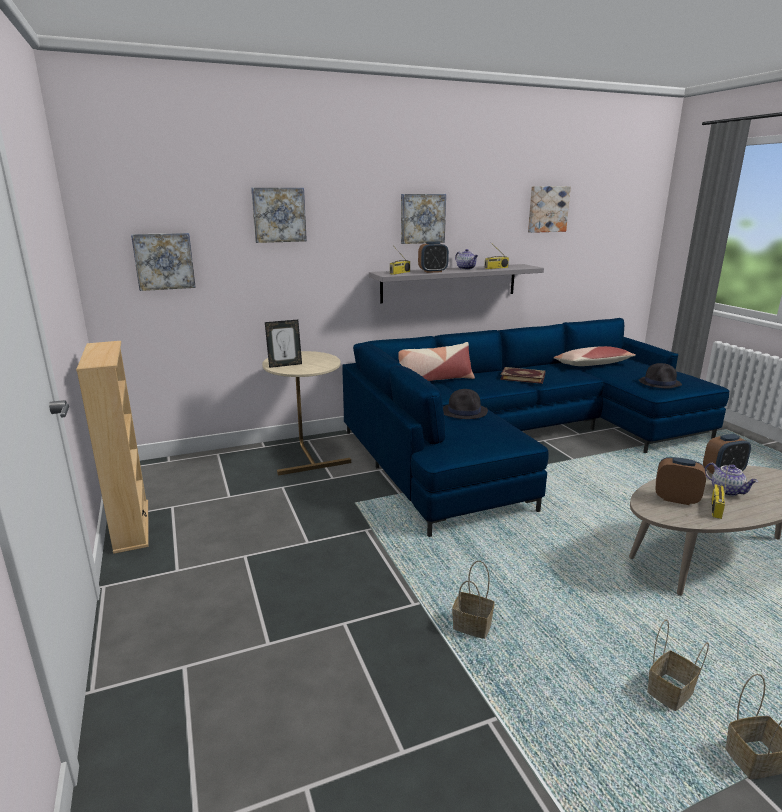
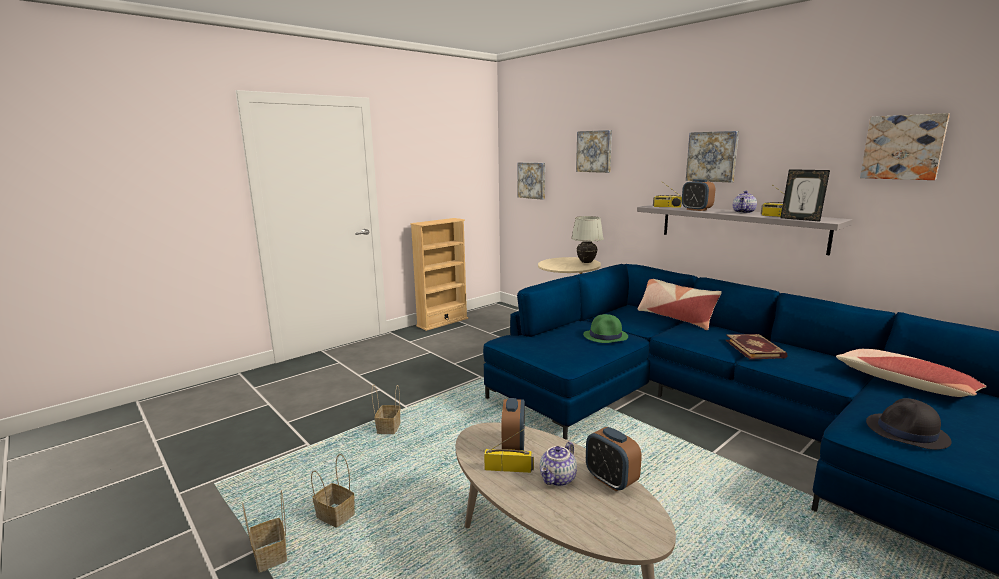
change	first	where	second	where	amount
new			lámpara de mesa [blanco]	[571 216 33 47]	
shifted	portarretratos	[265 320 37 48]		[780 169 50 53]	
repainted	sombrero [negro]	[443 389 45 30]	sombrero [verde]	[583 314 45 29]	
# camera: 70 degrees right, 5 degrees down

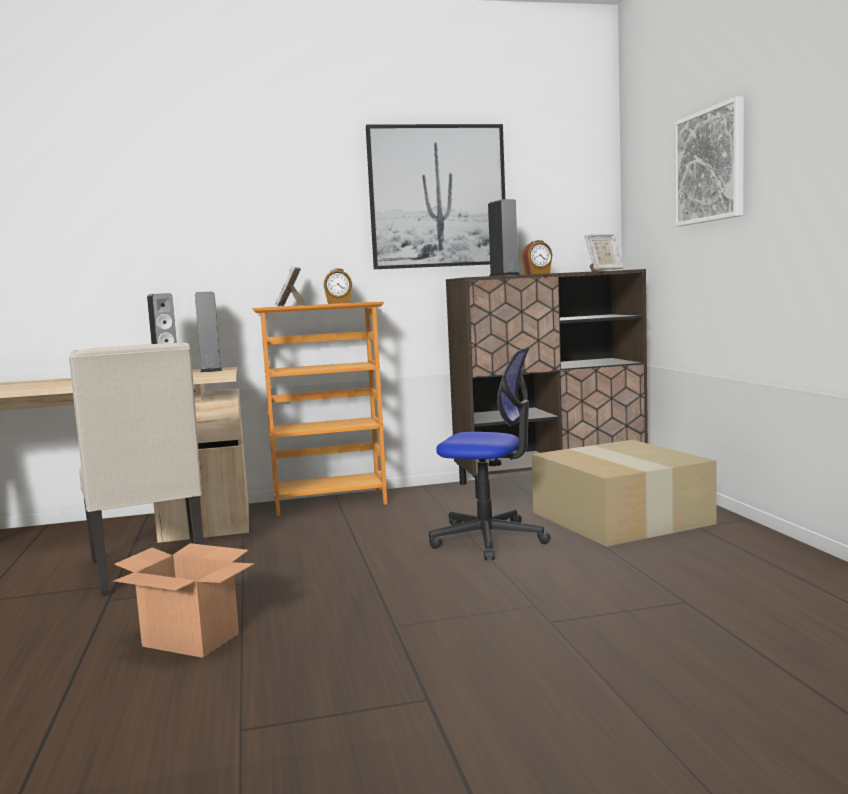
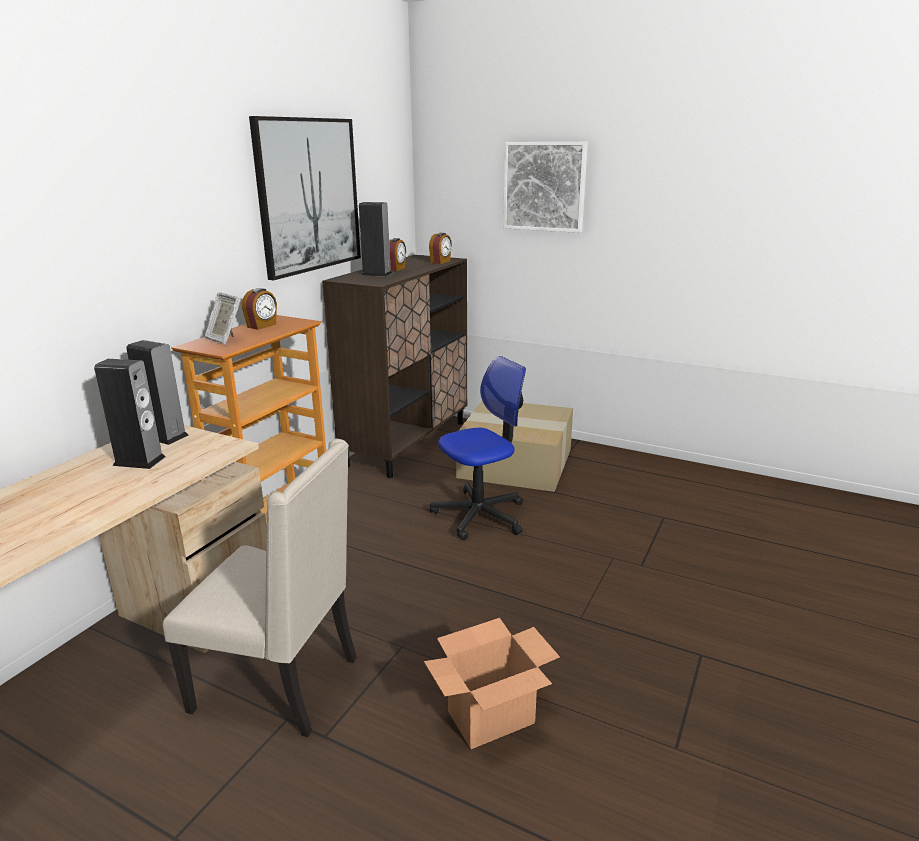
change	first	where	second	where	amount
swapped	portarretratos	[585 234 38 38]	despertador	[429 233 23 31]	
# camera: 50 degrees left, 15 degrees up

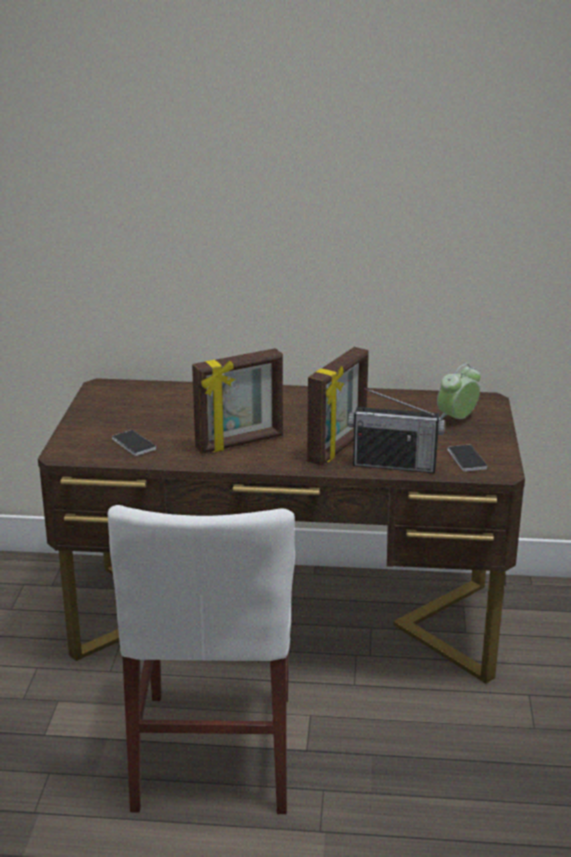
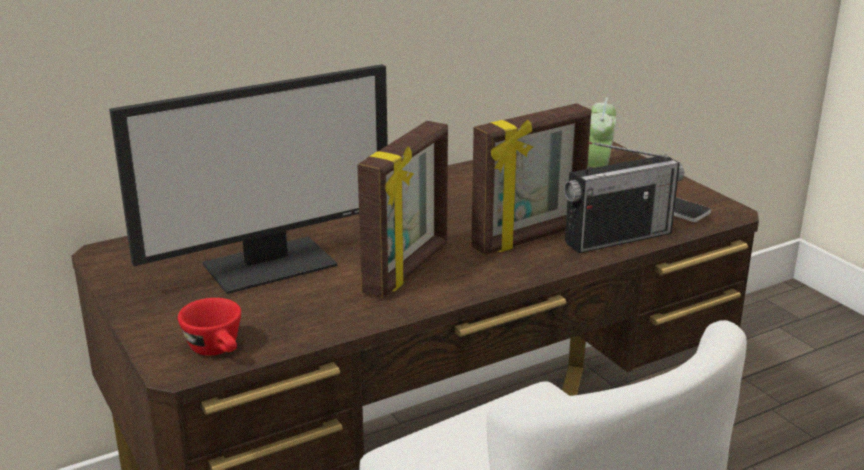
change	first	where	second	where	amount
gone	móvil	[112 430 44 26]			
new			monitor	[109 64 279 230]	
new			taza [rojo]	[178 298 63 58]	
rotated	portarretratos	[307 347 62 119]		[471 103 120 152]	60 degrees clockwise
# camera: 35 degrees left, 0 degrees up

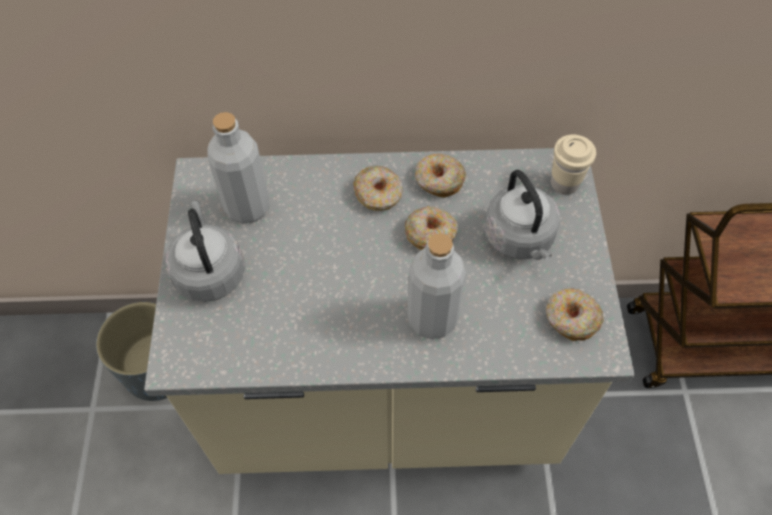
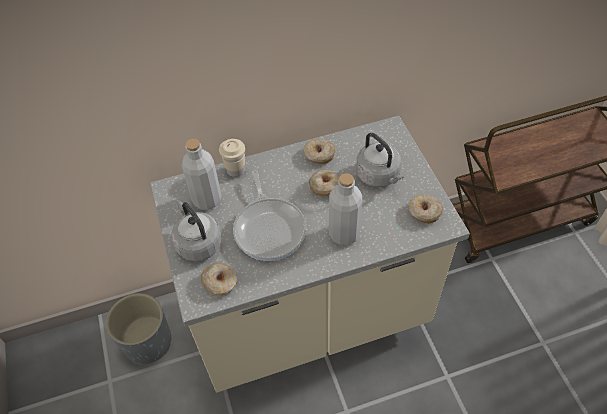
change	first	where	second	where	amount
new			sartén	[233 170 73 91]	
shifted	rosquilla	[353 166 50 45]		[201 263 36 33]	
shifted	taza [beis]	[551 134 45 61]		[219 139 26 38]	
# camera: 15 degrees left, 5 degrees down

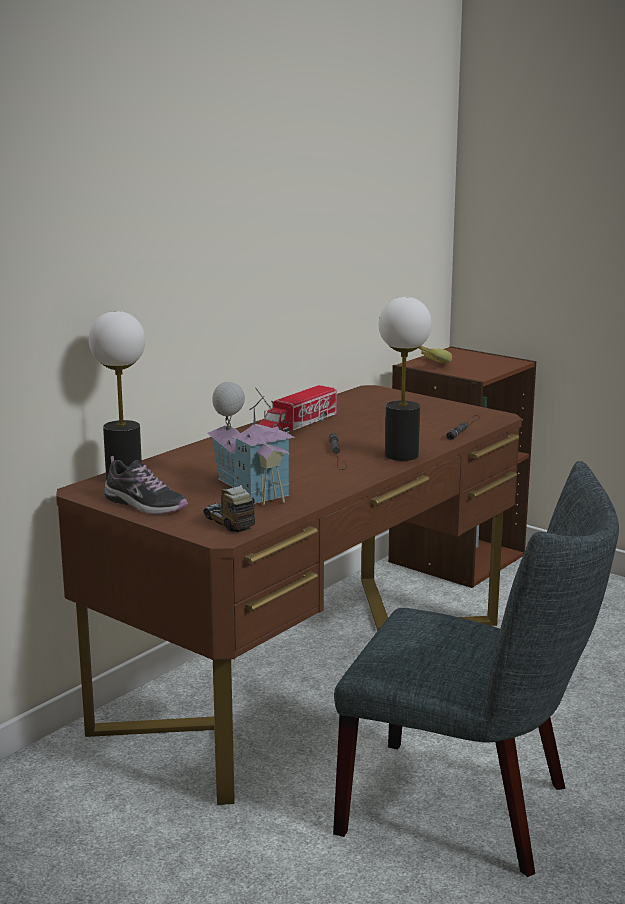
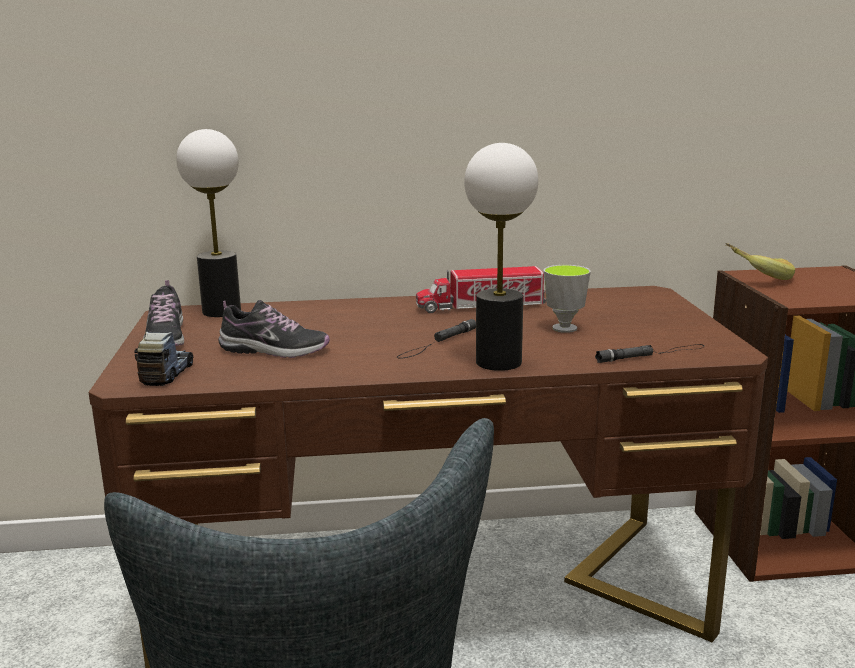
change	first	where	second	where	amount
new			taza	[544 265 47 68]	
swapped	casita	[207 382 87 123]	zapato	[219 300 111 58]	
# camera: 45 degrees right, 0 degrees up

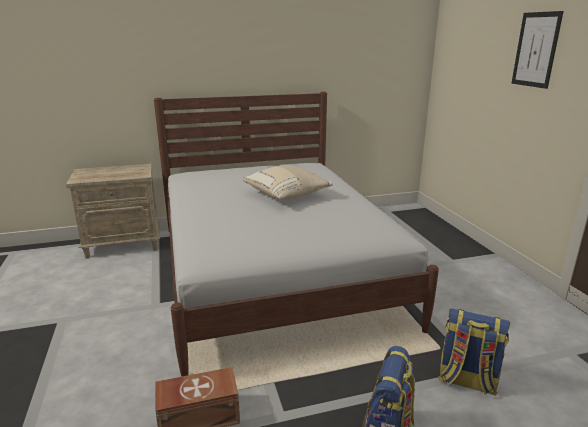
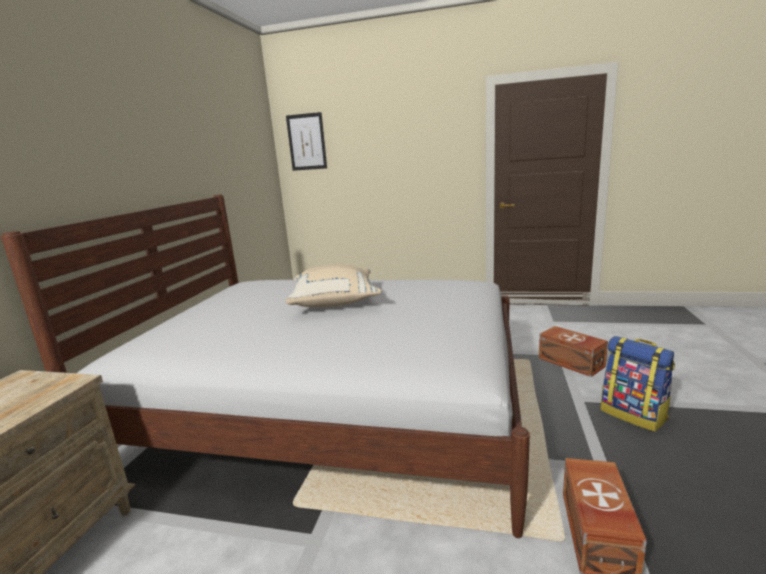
change	first	where	second	where	amount
shifted	cuadro	[511 11 53 78]		[286 112 41 59]	
swapped	mochila	[438 308 72 88]	caja de almacenaje [marrón]	[539 326 69 51]	
# camera: 60 degrees left, 5 degrees down

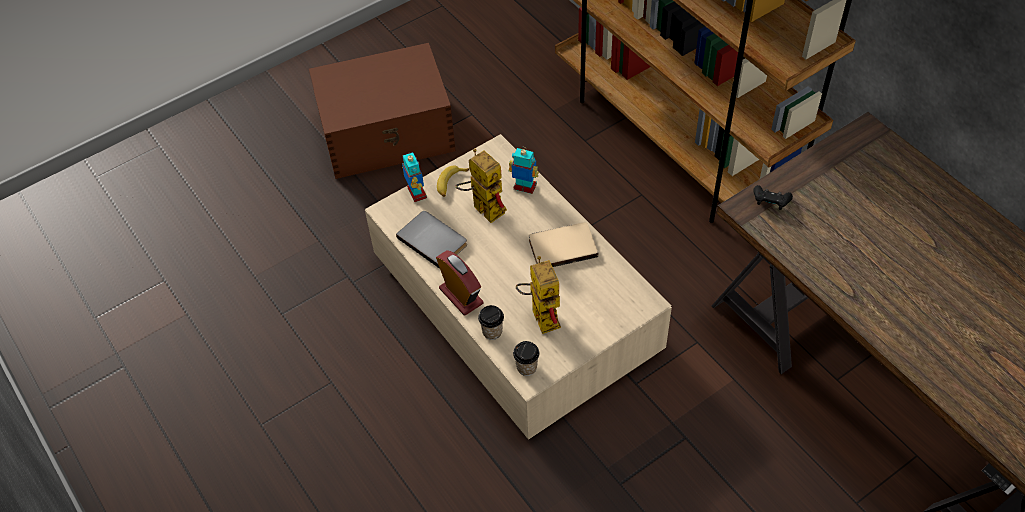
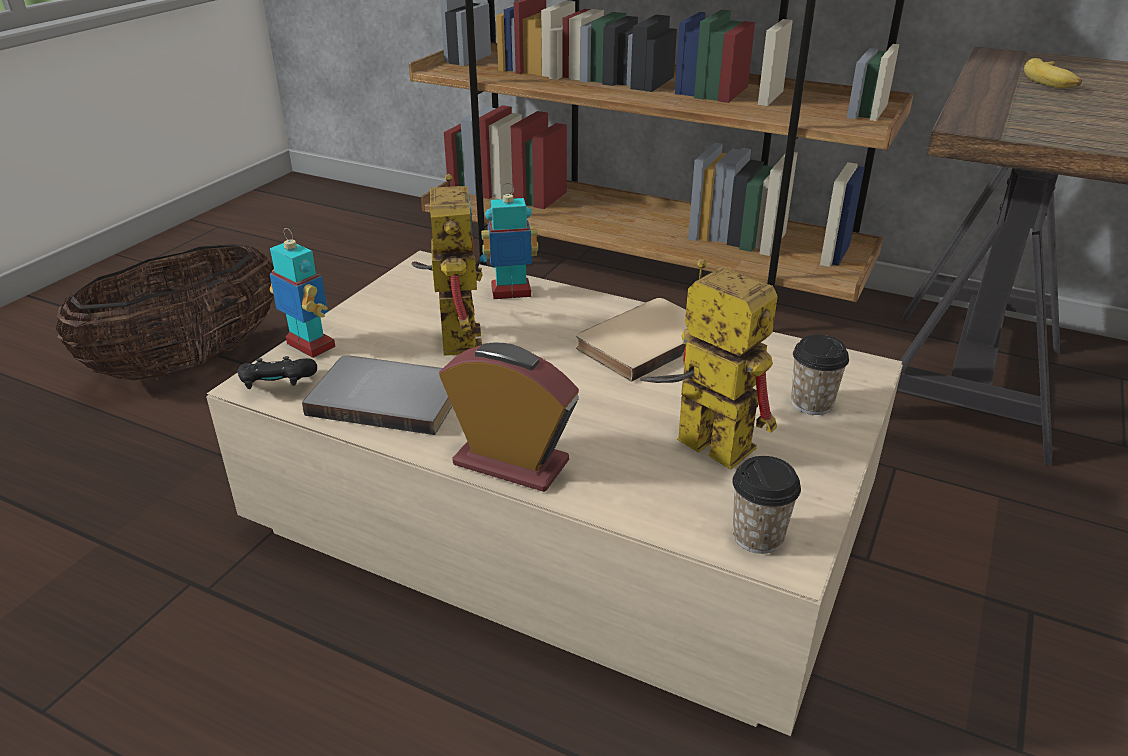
change	first	where	second	where	amount
shifted	plátano	[437 165 32 32]		[1024 58 58 30]	
shifted	taza	[478 305 26 35]		[791 335 58 80]	
shifted	mando de consola [negro]	[753 185 40 25]		[238 356 79 33]	
swapped	caja de almacenaje [marrón]	[308 43 148 136]	cesta	[56 244 218 136]	
rotated	robot de juguete	[456 148 51 75]		[412 174 76 182]	60 degrees clockwise
# camera: 30 degrees left, 20 degrees down

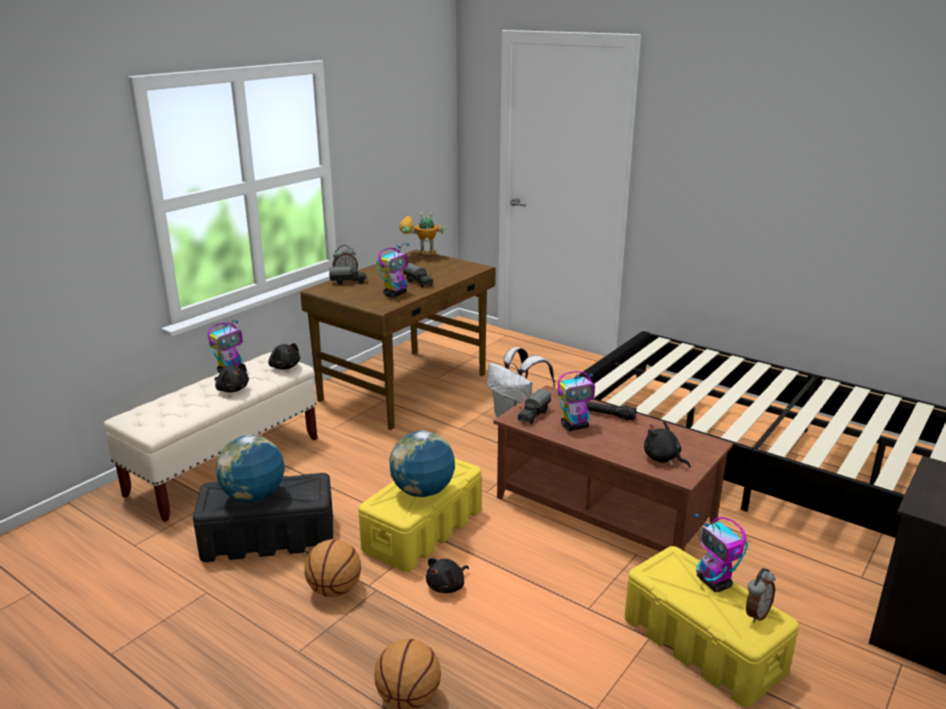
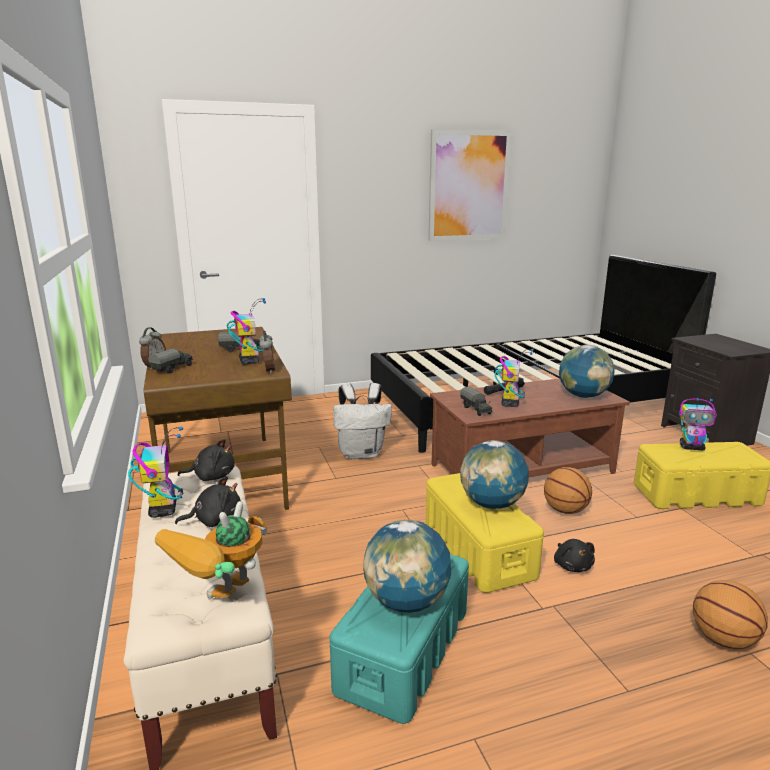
change	first	where	second	where	amount
new			cuadro	[428 129 83 112]	
shifted	balón de baloncesto	[304 539 57 58]		[544 467 48 47]	
shifted	robot de juguete	[399 212 46 42]		[155 501 112 99]	
shifted	despertador	[746 568 29 55]		[259 331 16 43]	
swapped	peluche [negro]	[644 421 47 47]	globo terráqueo	[559 345 56 53]	
repainted	caja de almacenaje [negro]	[193 473 140 89]	caja de almacenaje [turquesa]	[329 555 140 169]	
# camera: 55 degrees left, 5 degrees down

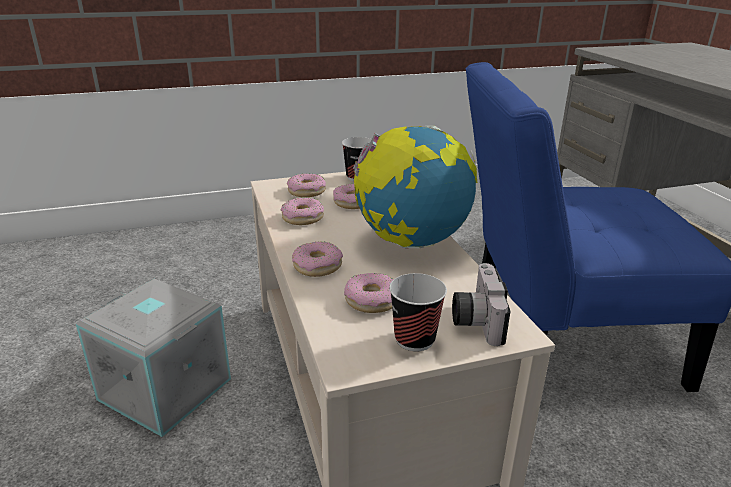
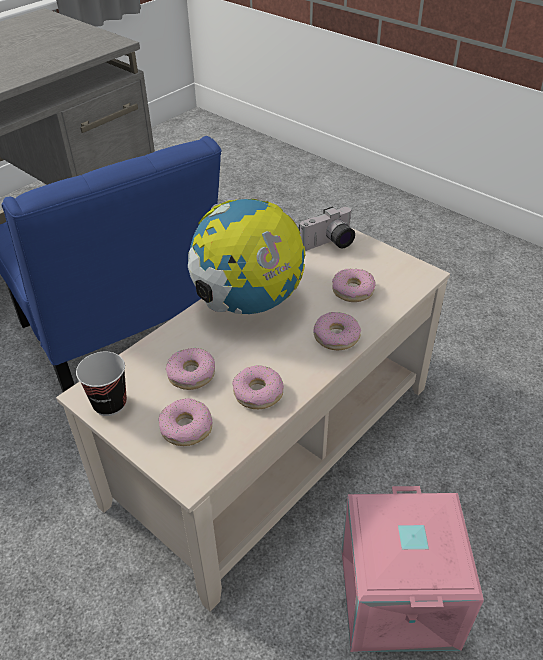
change	first	where	second	where	amount
gone	taza	[389 273 58 79]			
repainted	caja de almacenaje [gris]	[76 279 155 158]	caja de almacenaje [rosa]	[342 486 142 166]	
# camera: 120 degrees left, 15 degrees up

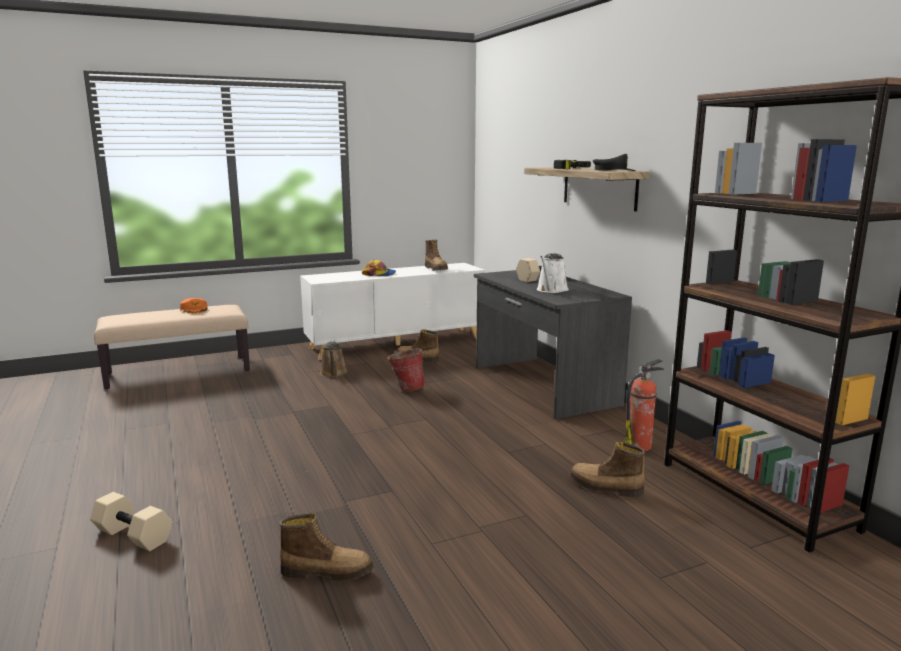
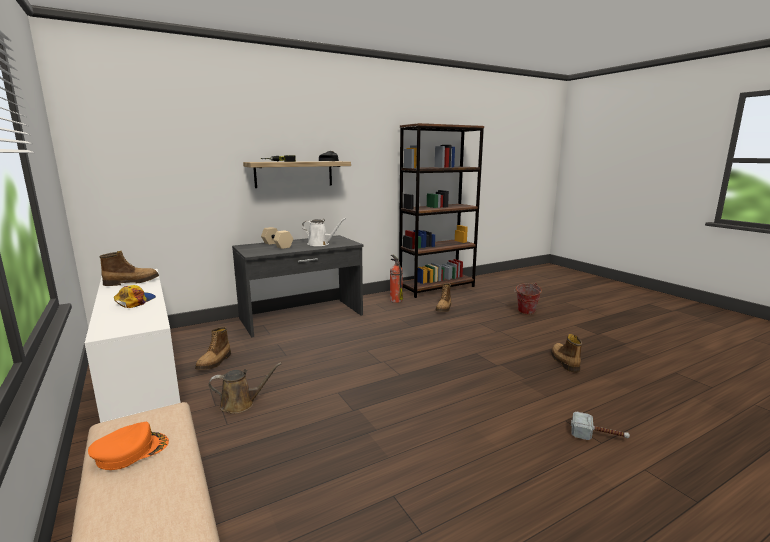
change	first	where	second	where	amount
shifted	cubo	[387 349 38 43]		[514 283 28 32]	
swapped	mancuerna [beis]	[90 492 82 59]	martillo	[571 411 59 29]	
# camera: 95 degrees left, 0 degrees up

